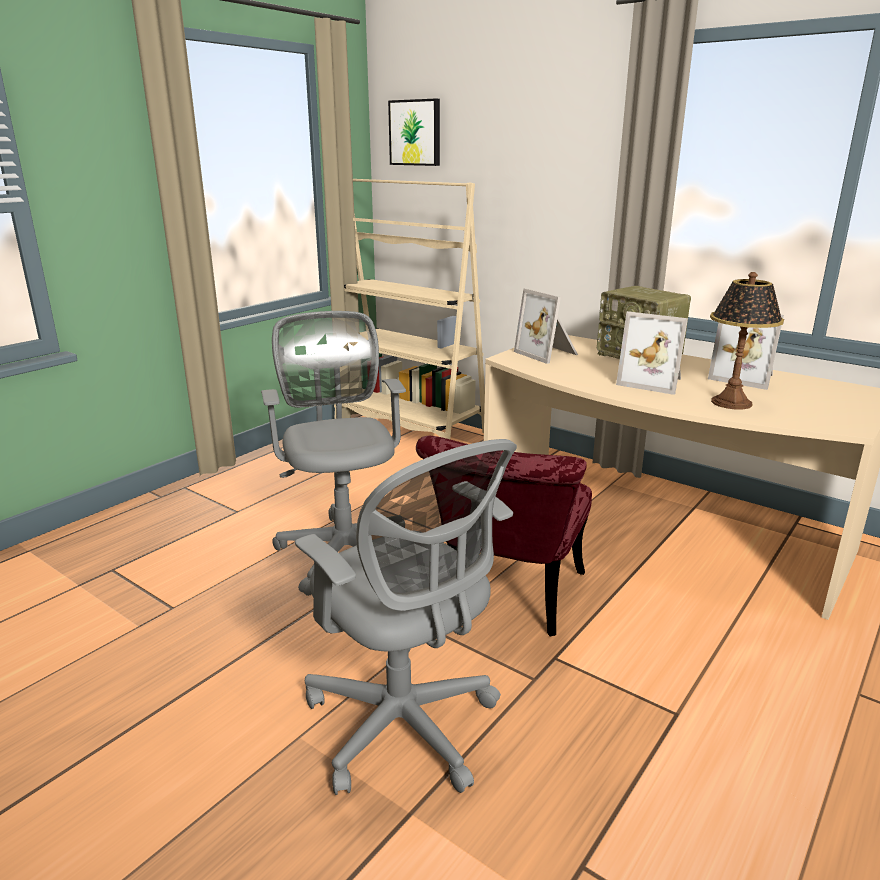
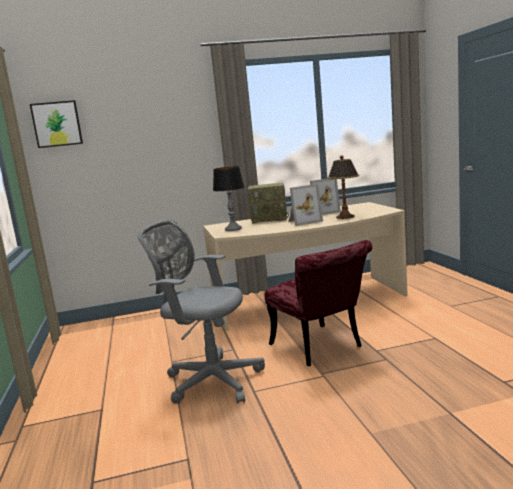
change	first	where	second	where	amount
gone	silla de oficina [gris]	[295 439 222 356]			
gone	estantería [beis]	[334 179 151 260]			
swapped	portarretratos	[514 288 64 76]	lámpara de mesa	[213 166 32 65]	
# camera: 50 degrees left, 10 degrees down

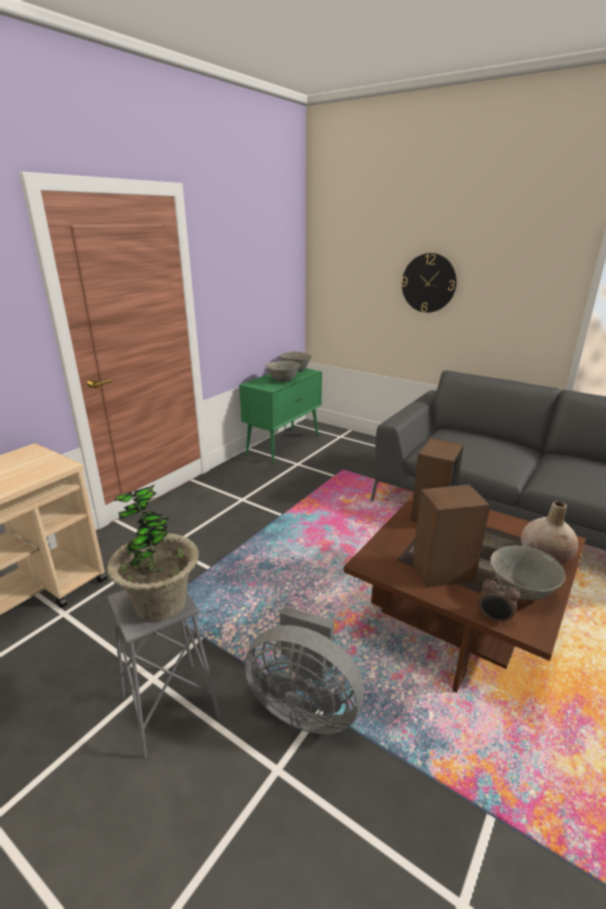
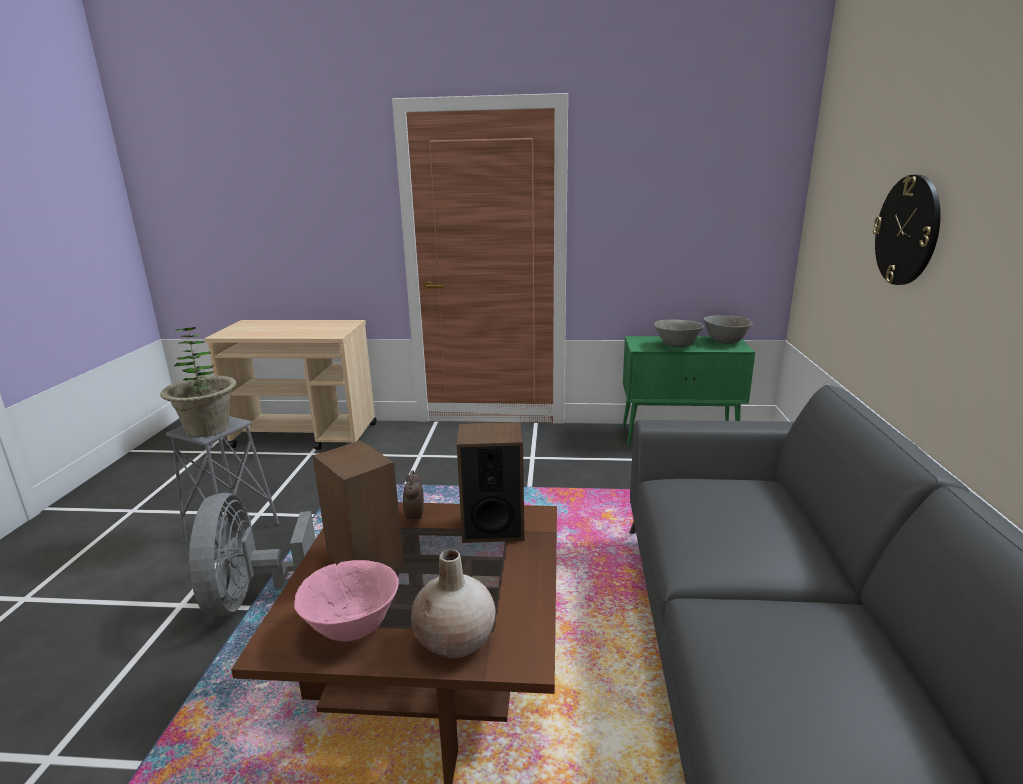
change	first	where	second	where	amount
shifted	despertador	[478 577 42 48]		[403 471 21 54]	
repainted	cuenco [gris]	[490 546 75 54]	cuenco [rosa]	[294 560 105 81]	
# camera: 60 degrees right, 5 degrees down

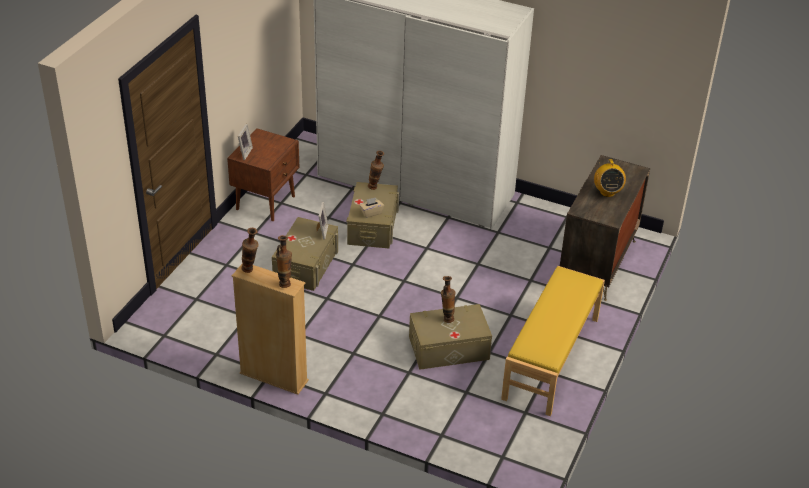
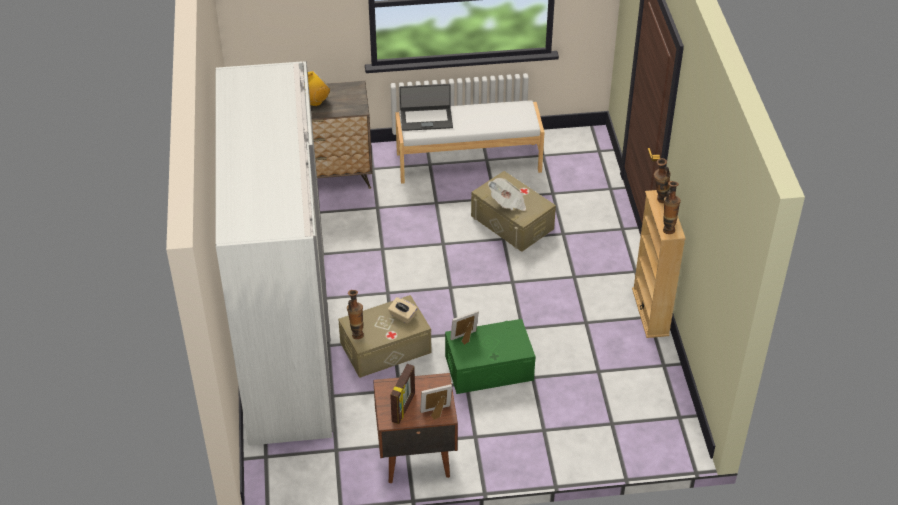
change	first	where	second	where	amount
new			portarretratos	[390 364 25 60]	
new			portátil	[400 84 53 47]	
swapped	florero	[441 276 15 47]	periódico	[488 178 38 33]	
repainted	caja de almacenaje [beis]	[272 217 66 74]	caja de almacenaje [verde]	[445 319 91 75]	
repainted	banco [amarillo]	[501 266 104 150]	banco [blanco]	[395 100 149 84]	
# camera: 120 degrees left, 5 degrees up

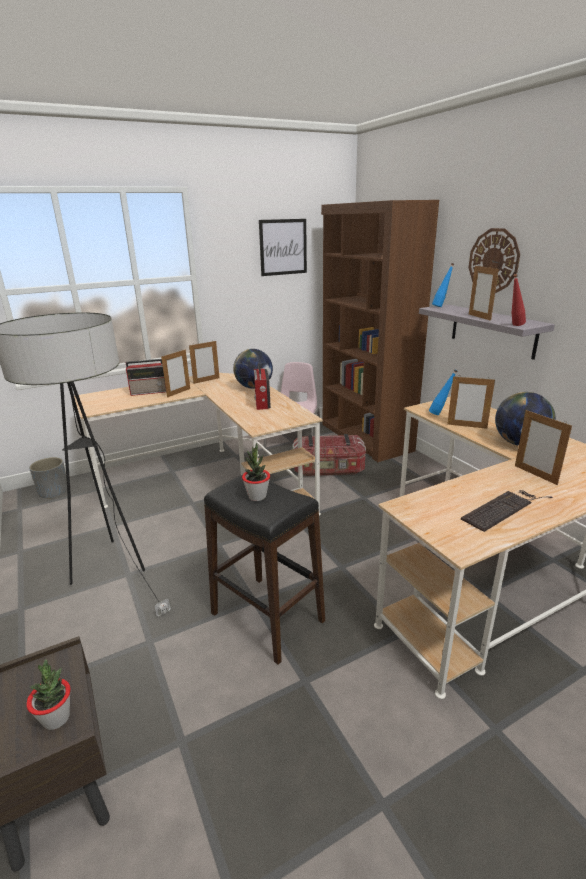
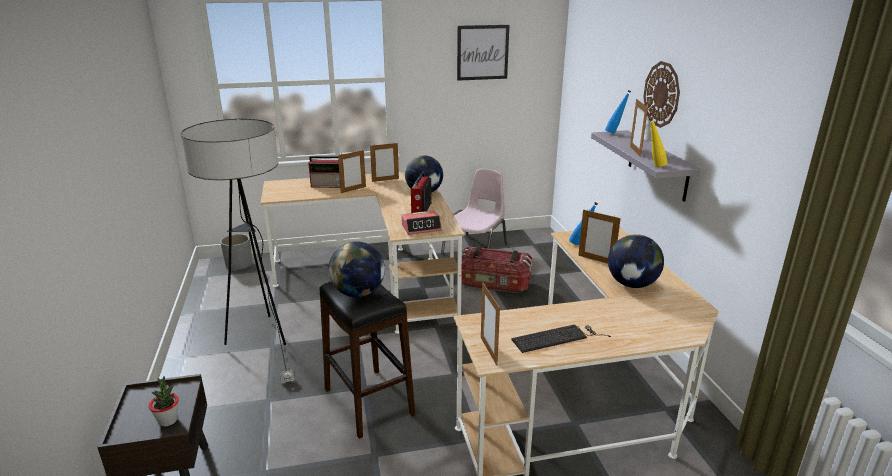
change	first	where	second	where	amount
gone	estantería [marrón]	[321 200 118 262]			
new			despertador	[401 211 41 24]	
shifted	portarretratos	[515 410 57 75]		[481 283 19 83]	
swapped	planta en maceta	[242 443 28 58]	globo terráqueo	[328 241 57 56]	
repainted	botella [rojo]	[512 274 14 52]	botella [amarillo]	[649 117 19 50]	
# camera: 15 degrees right, 0 degrees up

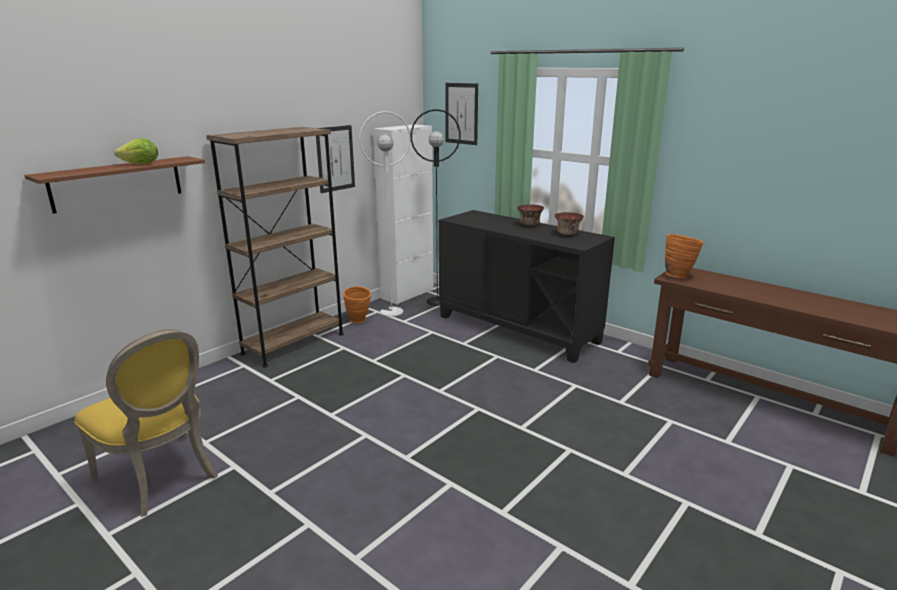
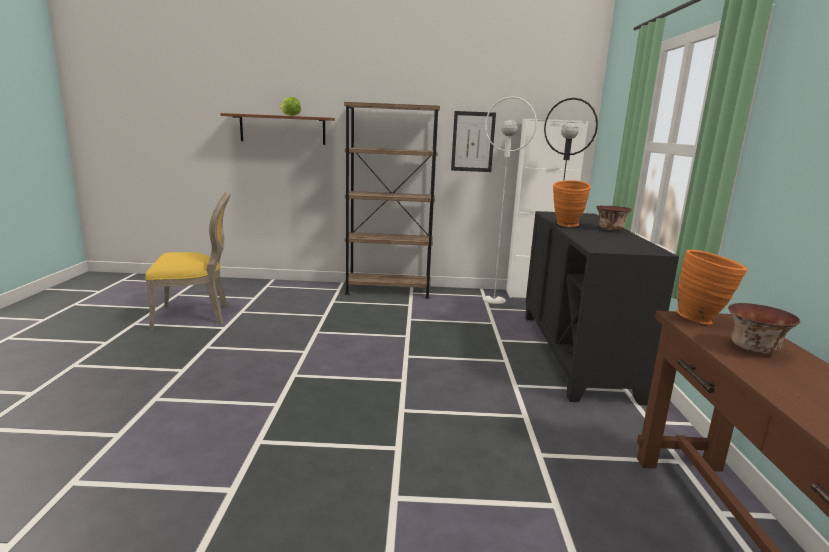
change	first	where	second	where	amount
gone	cuadro	[445 83 33 62]			
shifted	florero [naranja]	[343 286 28 37]		[553 180 38 47]	
shifted	cuenco	[554 212 30 23]		[728 303 72 51]	
rotated	silla [amarillo]	[74 329 144 188]		[145 192 86 139]	105 degrees counterclockwise
# camera: 50 degrees right, 5 degrees down

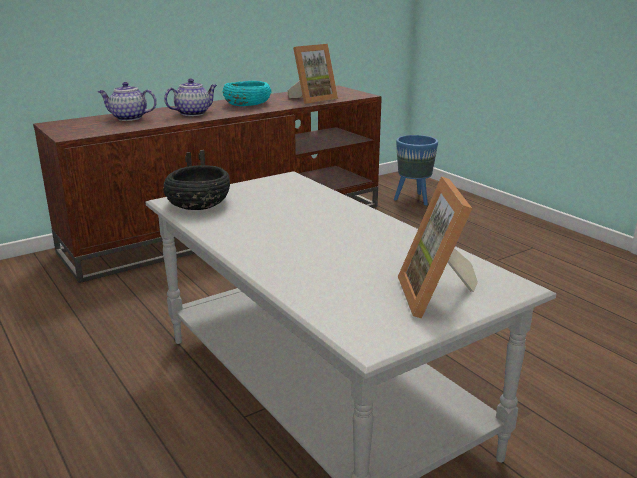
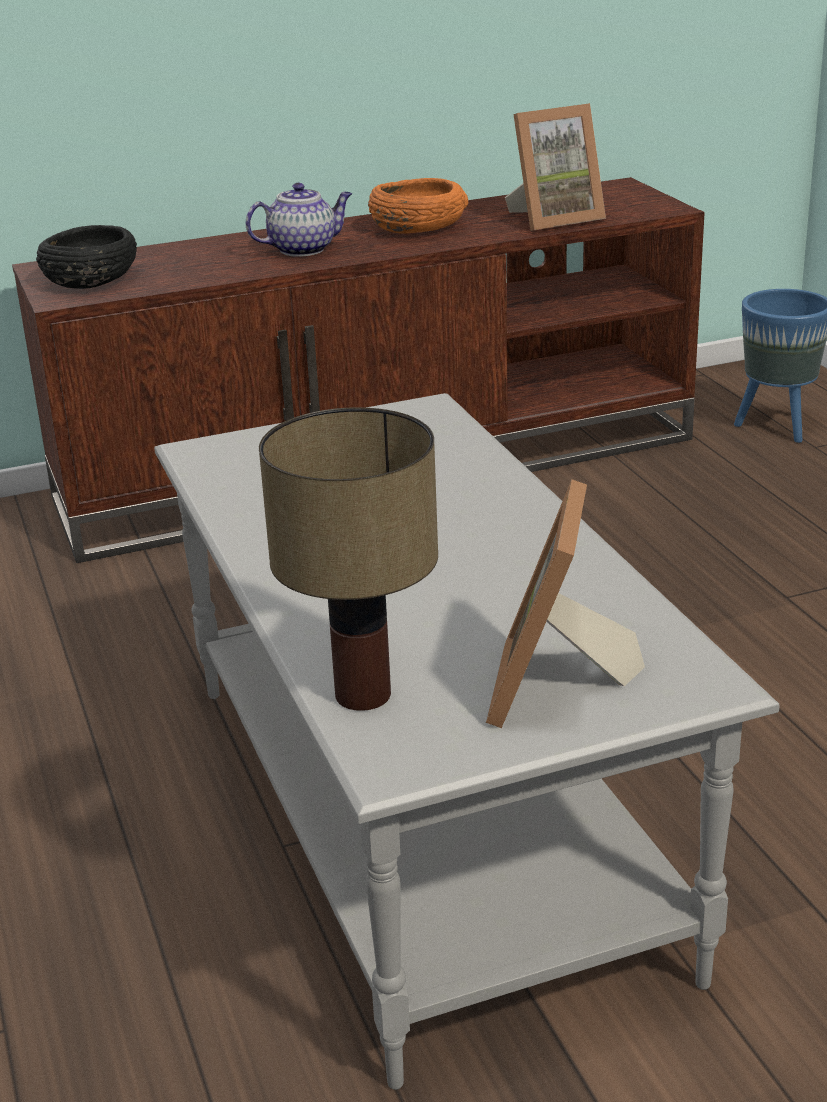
change	first	where	second	where	amount
gone	tetera	[98 82 59 39]			
new			lámpara de mesa	[259 407 179 304]	
shifted	cuenco [negro]	[163 165 67 45]		[36 225 101 64]	
repainted	cuenco [turquesa]	[222 81 49 25]	cuenco [naranja]	[368 178 100 56]	
# camera: 15 degrees right, 5 degrees up

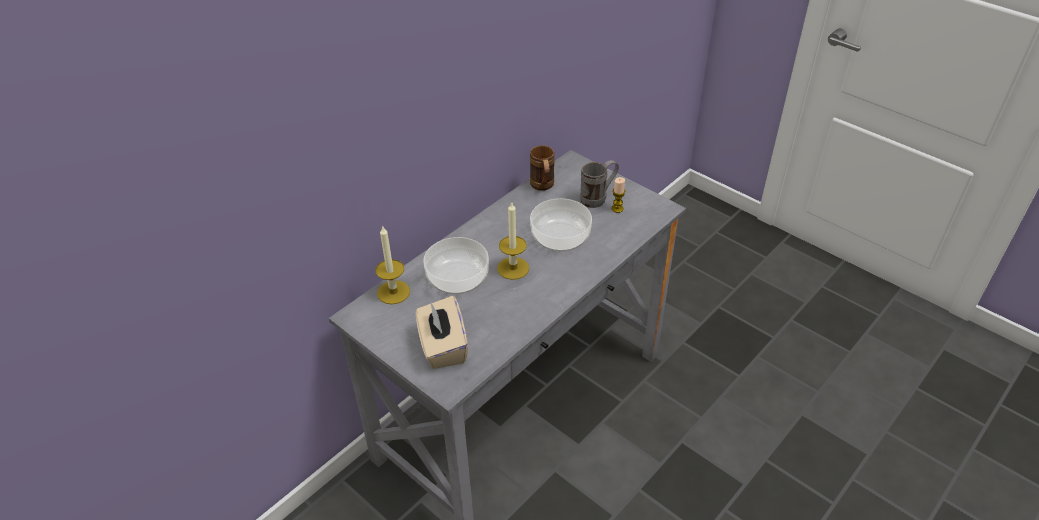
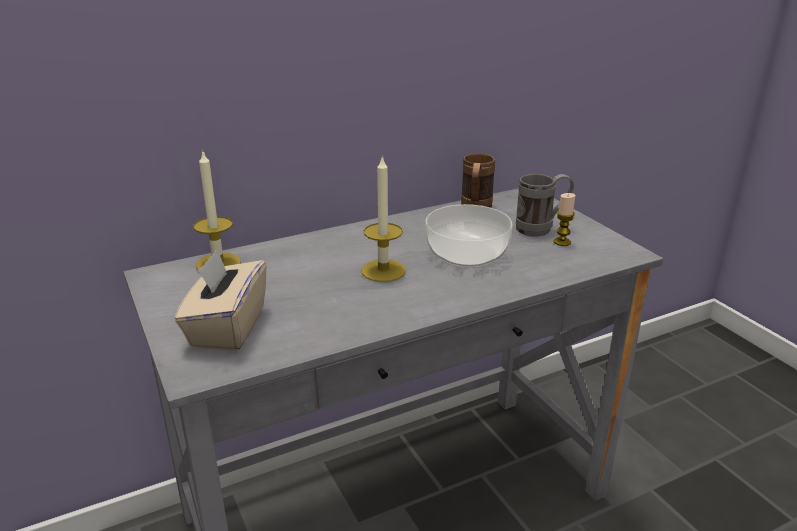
change	first	where	second	where	amount
gone	cuenco	[423 237 66 57]			
# camera: 20 degrees right, 15 degrees down

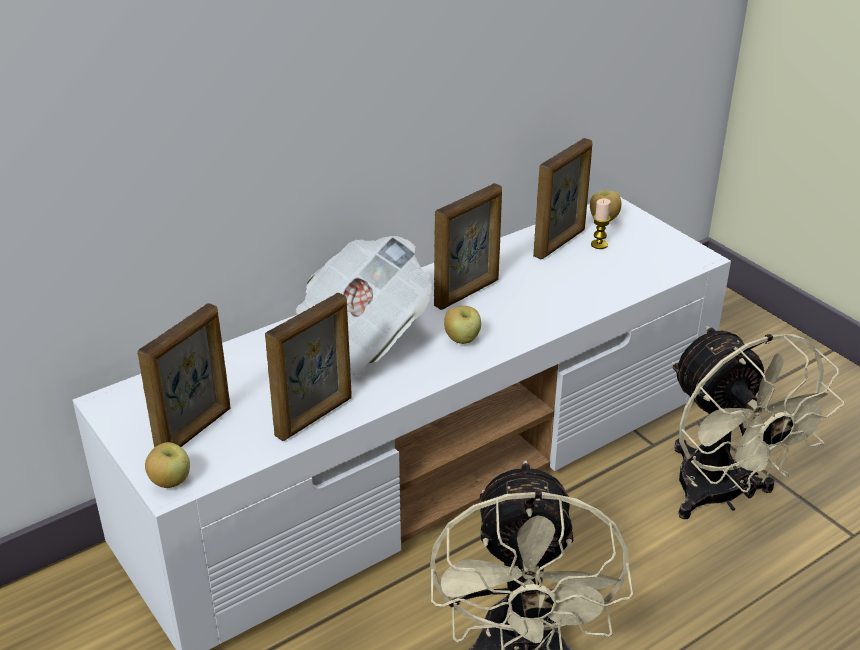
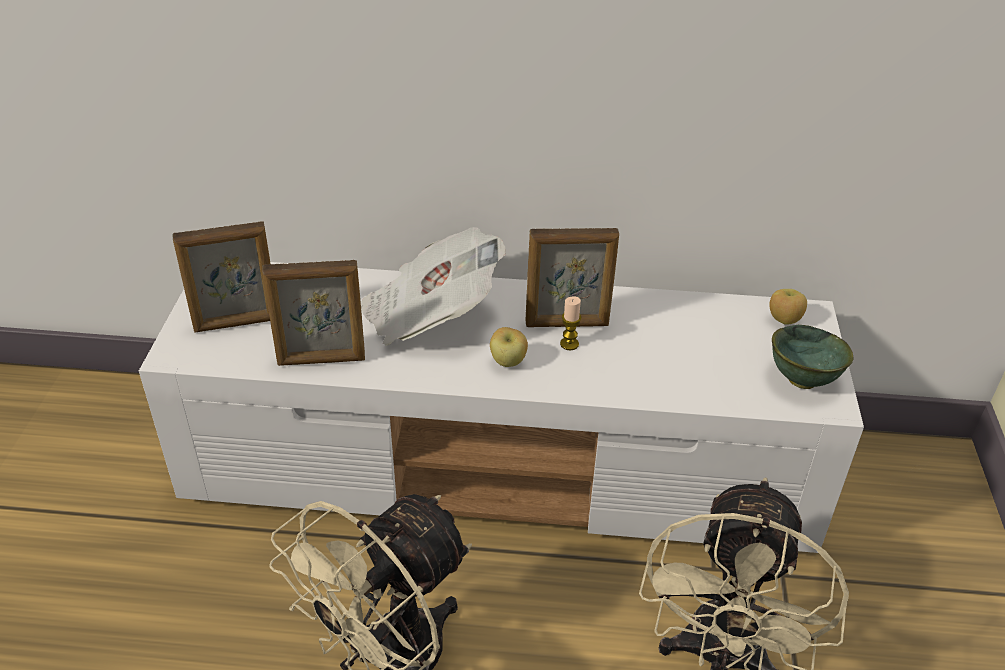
change	first	where	second	where	amount
gone	manzana	[145 442 45 46]			
gone	portarretratos	[533 138 59 121]			
new			cuenco [verde]	[772 325 82 64]	
shifted	vela	[591 198 20 51]		[560 296 21 54]	
# camera: 40 degrees right, 5 degrees up

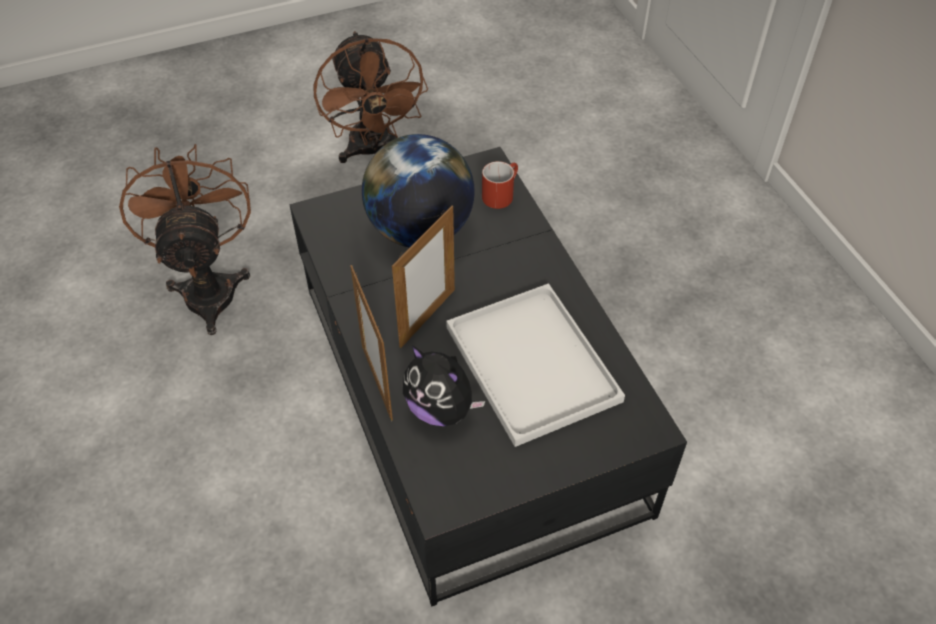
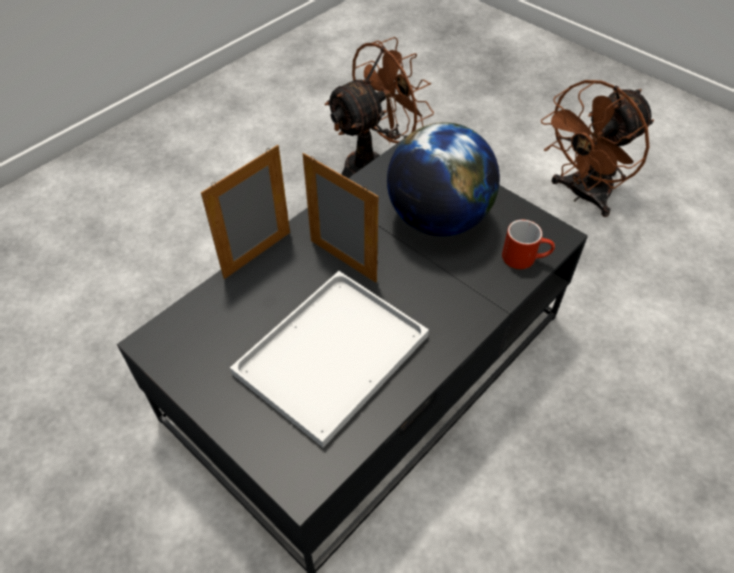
change	first	where	second	where	amount
gone	peluche	[403 345 82 81]			
rotated	portarretratos	[392 206 63 142]		[303 153 75 130]	150 degrees counterclockwise
# camera: 65 degrees right, 0 degrees up

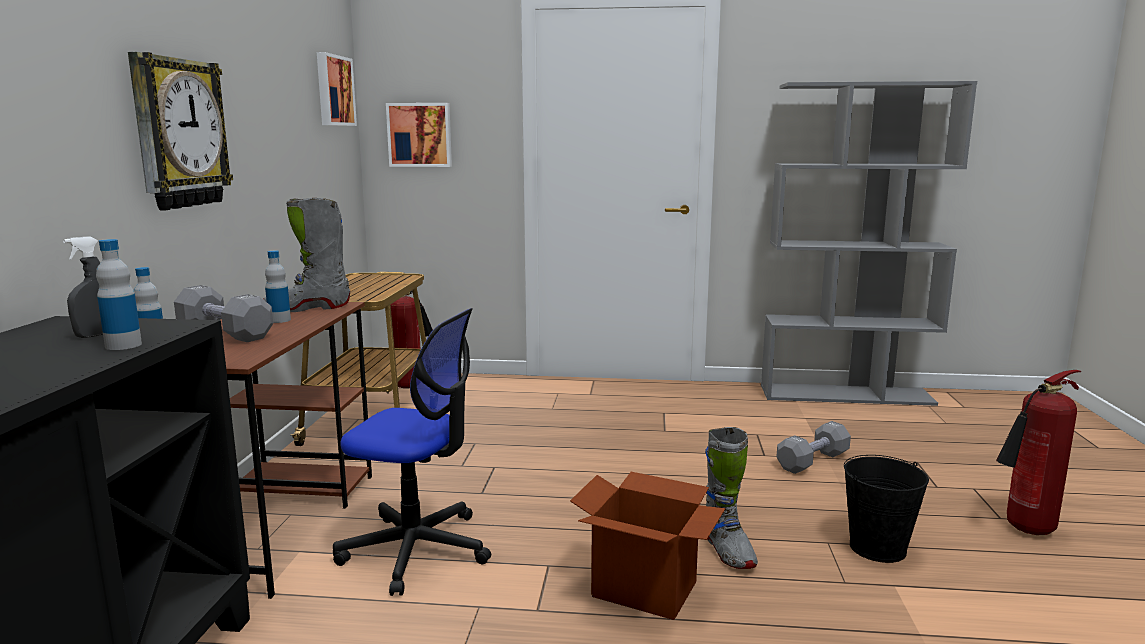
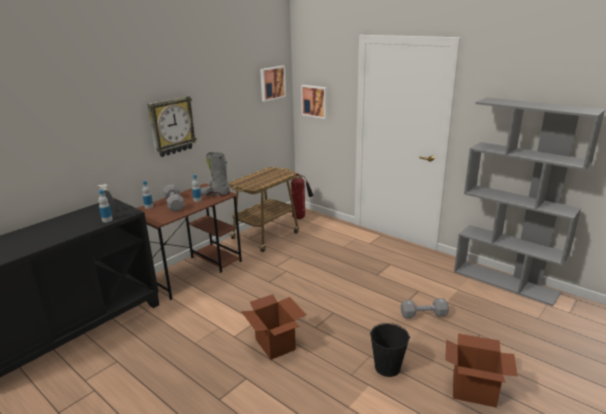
change	first	where	second	where	amount
gone	silla de oficina	[333 308 158 288]			
gone	bota [gris]	[705 427 53 142]			
swapped	extintor	[996 370 85 165]	caja de cartón	[445 333 73 74]	
# camera: 35 degrees right, 10 degrees up

